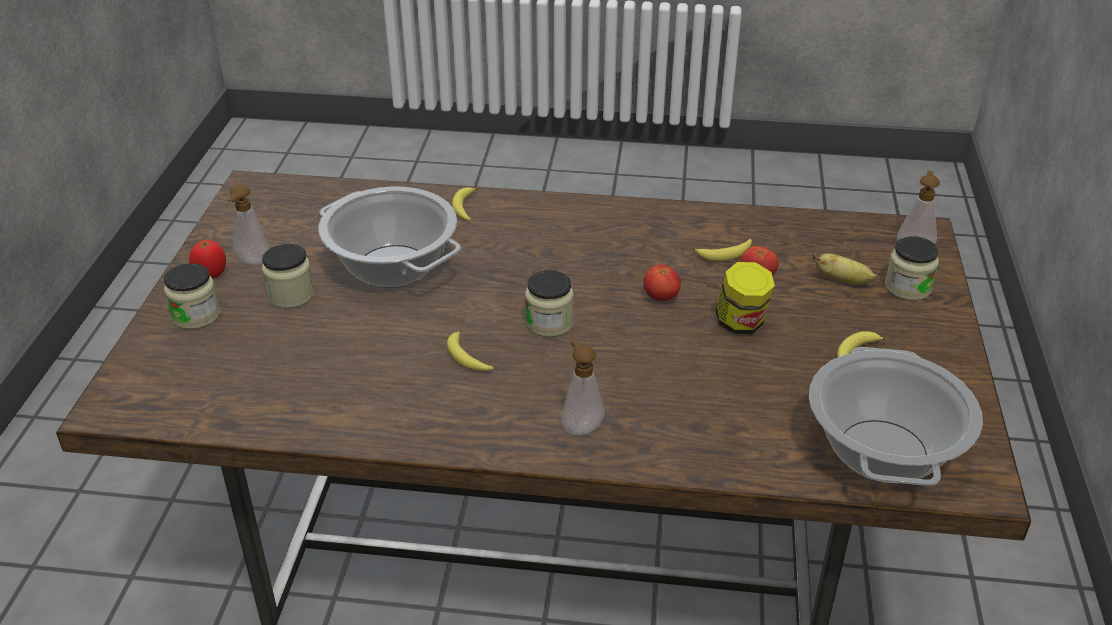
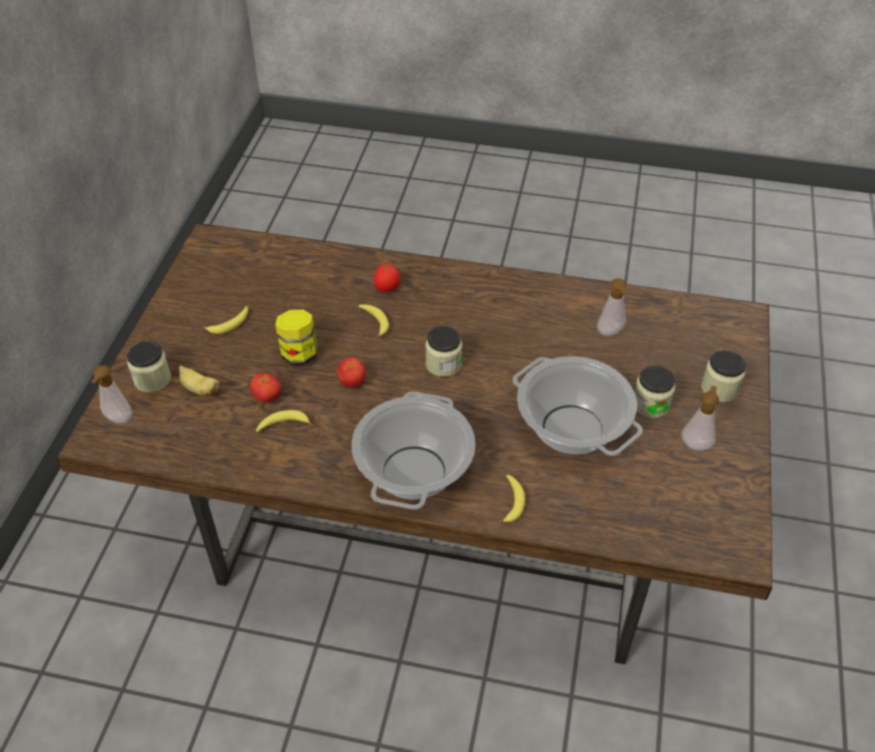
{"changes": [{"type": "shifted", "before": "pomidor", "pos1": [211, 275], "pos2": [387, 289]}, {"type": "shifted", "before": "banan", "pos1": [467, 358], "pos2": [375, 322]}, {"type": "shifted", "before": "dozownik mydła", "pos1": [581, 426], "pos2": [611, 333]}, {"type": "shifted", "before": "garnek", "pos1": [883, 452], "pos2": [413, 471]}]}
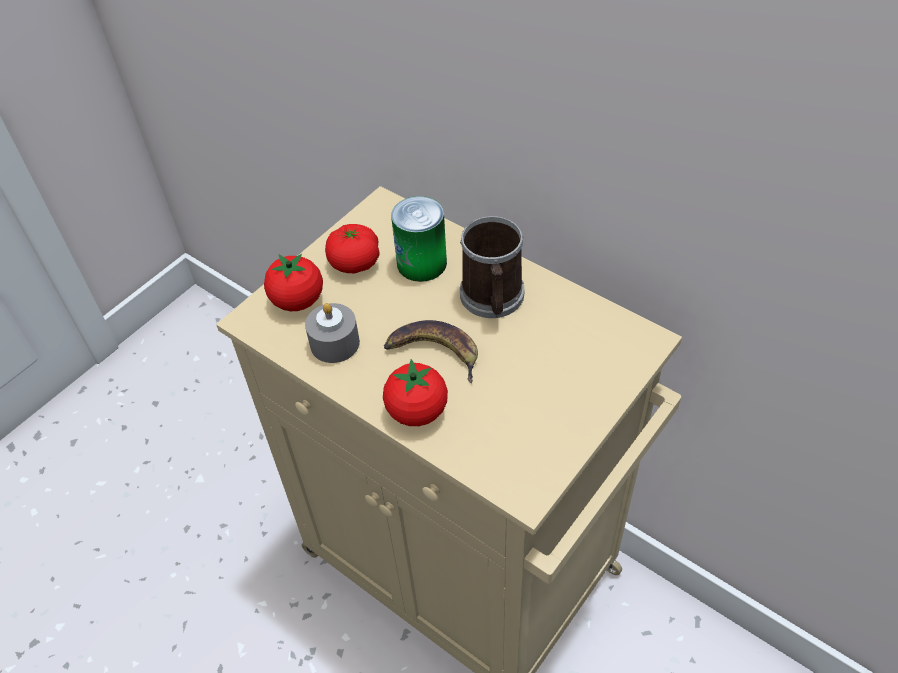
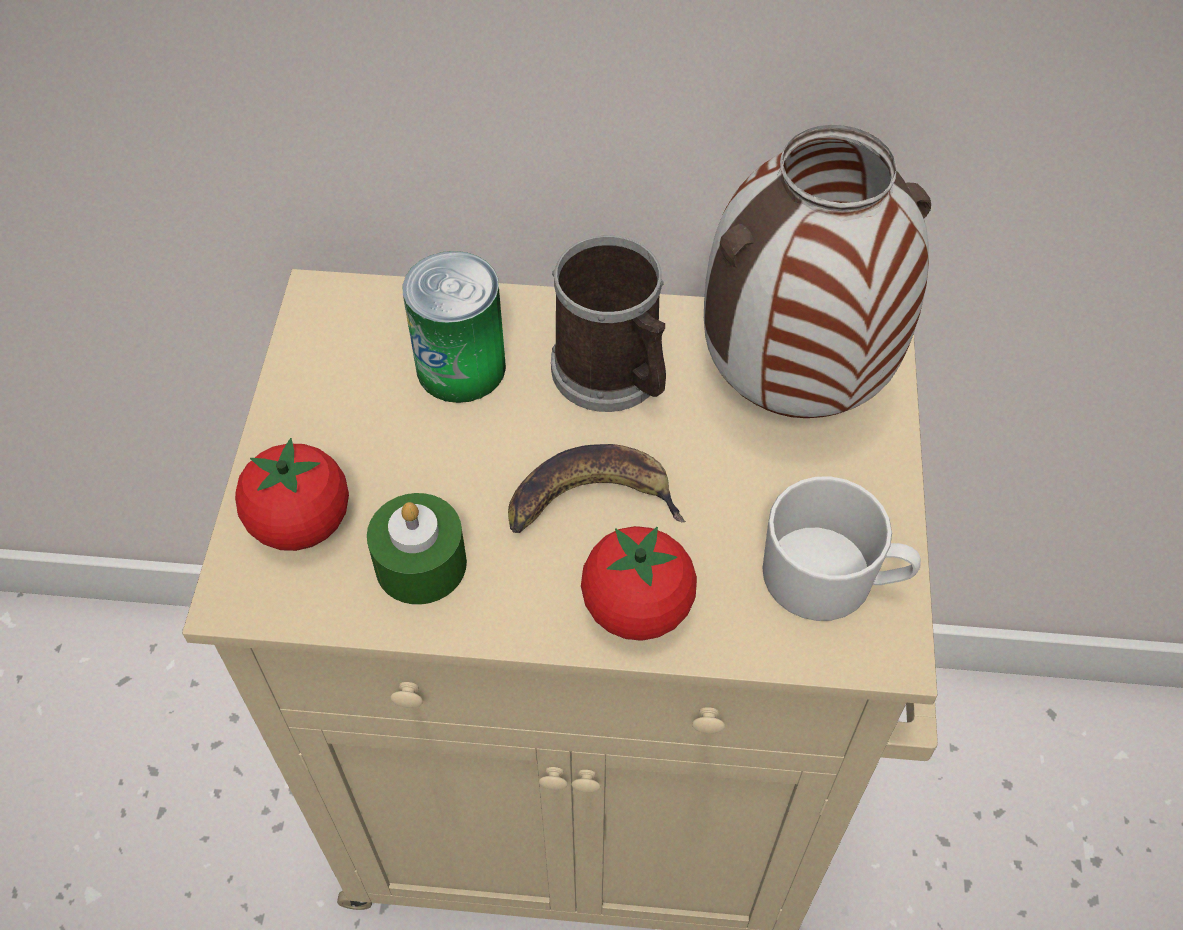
{"changes": [{"type": "gone", "before": "pomidor", "pos1": [355, 262]}, {"type": "new", "after": "wazon", "pos2": [792, 389]}, {"type": "new", "after": "kubek [biały]", "pos2": [832, 578]}, {"type": "repainted", "before": "świeca [szary]", "after": "świeca [zielony]", "pos1": [335, 343], "pos2": [421, 564]}]}
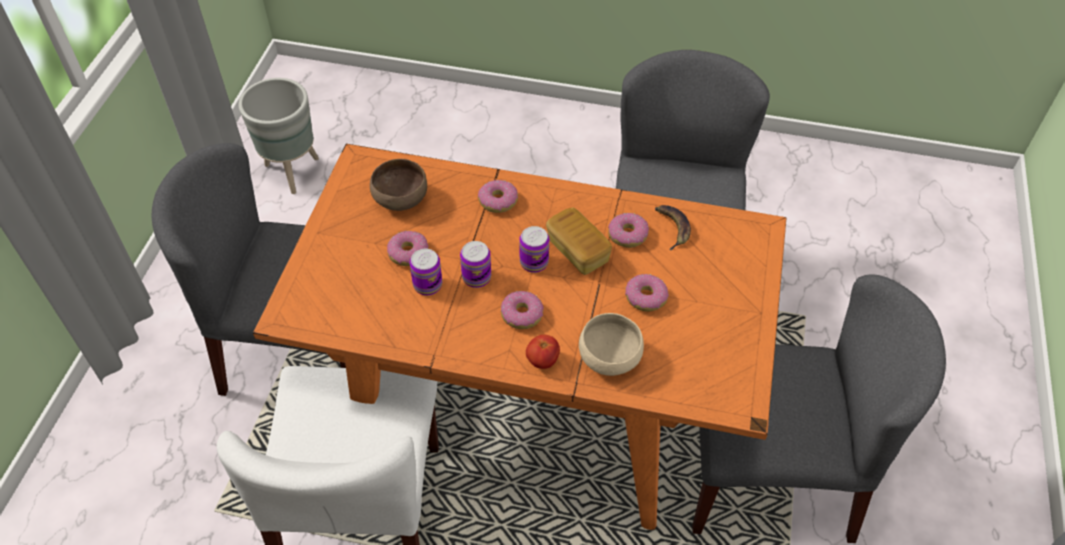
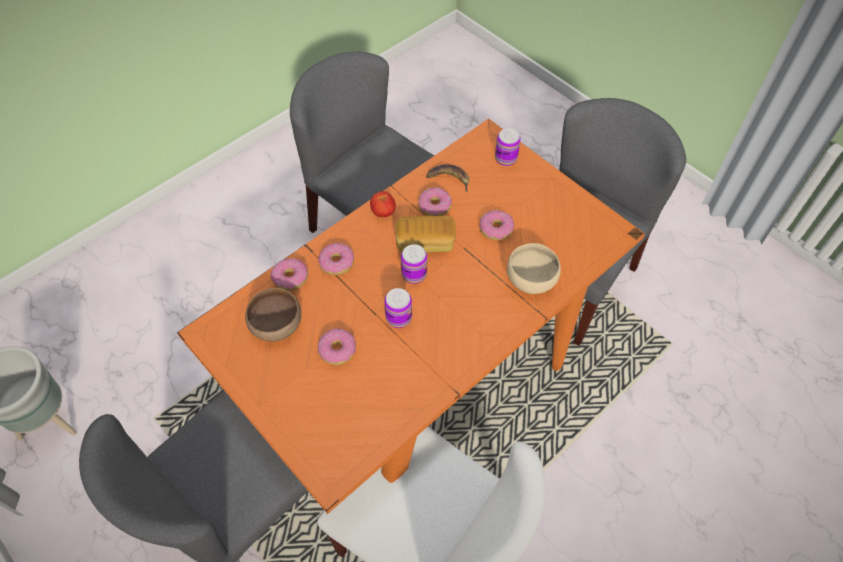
{"changes": [{"type": "shifted", "before": "puszka", "pos1": [427, 285], "pos2": [505, 158]}, {"type": "shifted", "before": "donut", "pos1": [522, 315], "pos2": [290, 278]}, {"type": "shifted", "before": "pomidor", "pos1": [542, 360], "pos2": [383, 212]}]}
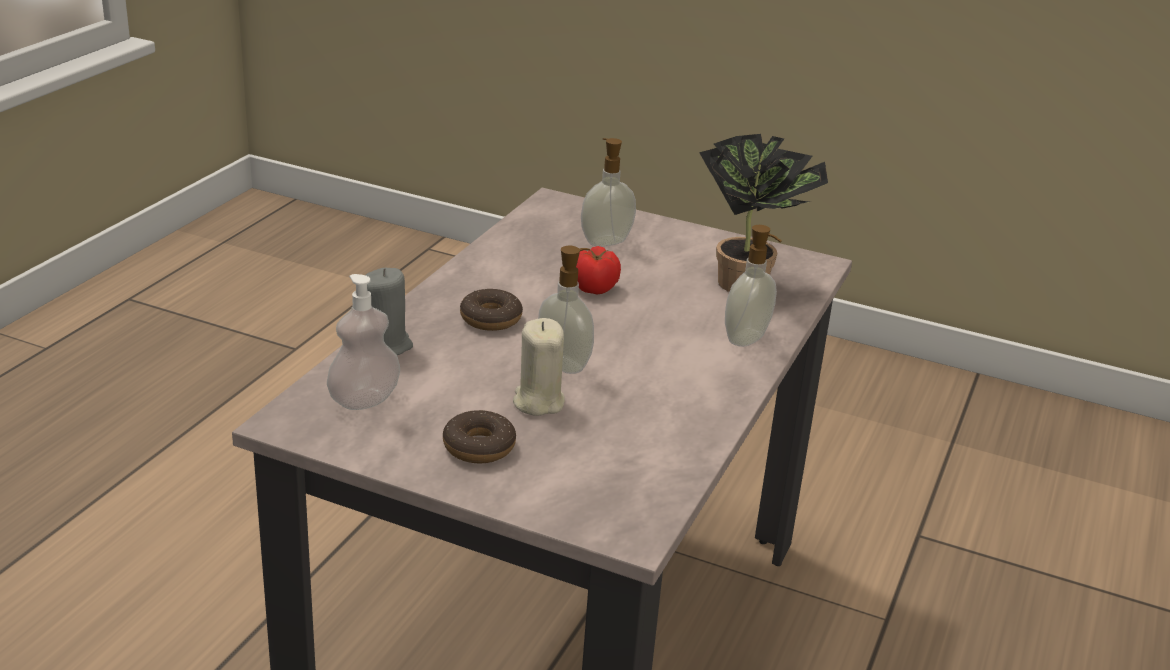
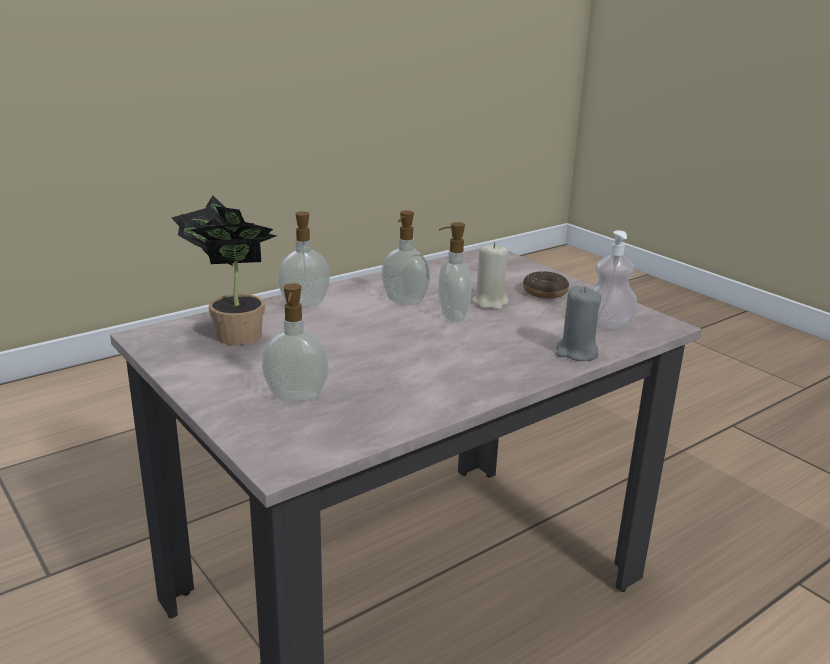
{"changes": [{"type": "gone", "before": "donut", "pos1": [491, 319]}, {"type": "gone", "before": "pomidor", "pos1": [595, 288]}, {"type": "new", "after": "dozownik mydła", "pos2": [404, 302]}]}
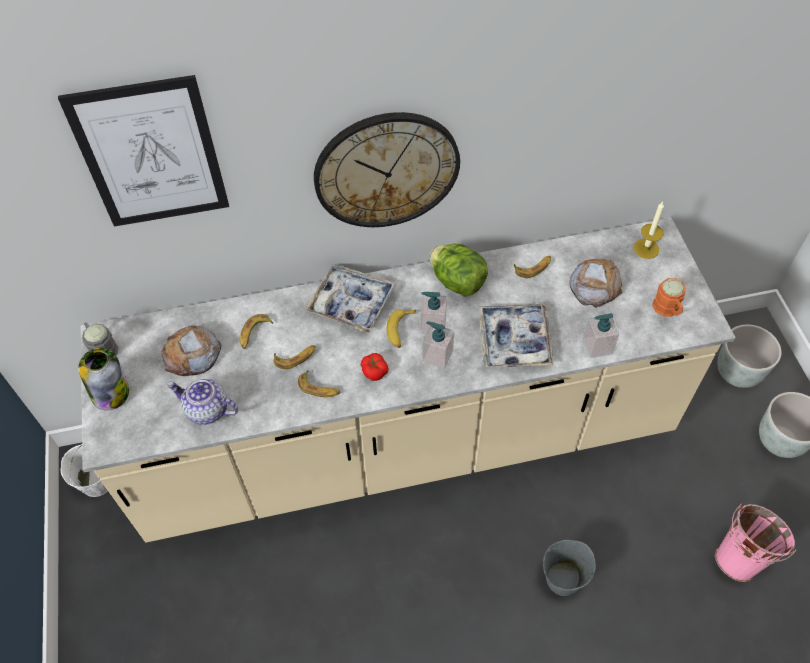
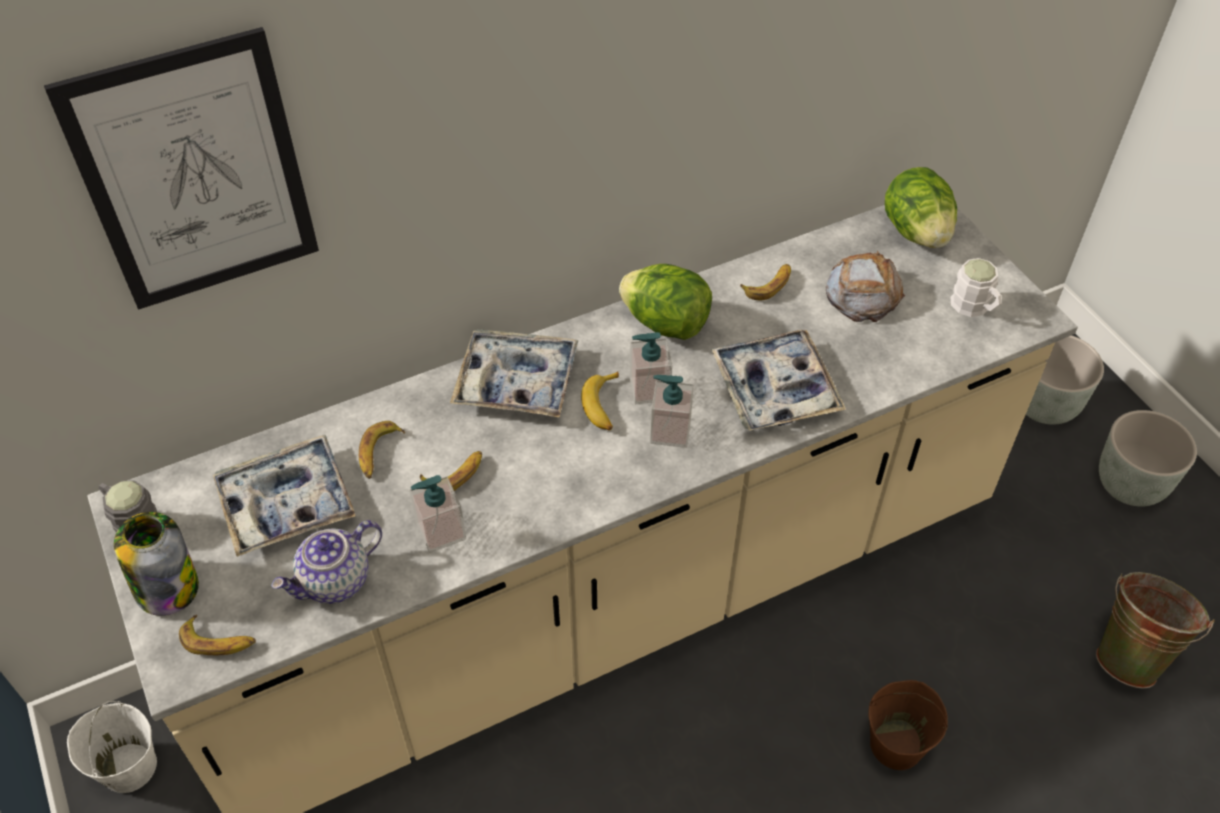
{"changes": [{"type": "gone", "before": "zegar ścienny", "pos1": [386, 170]}, {"type": "gone", "before": "pomidor", "pos1": [374, 371]}, {"type": "shifted", "before": "banan", "pos1": [319, 388], "pos2": [218, 641]}, {"type": "shifted", "before": "dozownik mydła", "pos1": [597, 346], "pos2": [440, 531]}, {"type": "swapped", "before": "chleb", "after": "taca", "pos1": [192, 354], "pos2": [287, 503]}, {"type": "swapped", "before": "świeca", "after": "sałata", "pos1": [646, 248], "pos2": [916, 232]}, {"type": "repainted", "before": "wiadro [szary]", "after": "wiadro [brązowy]", "pos1": [563, 578], "pos2": [896, 744]}, {"type": "repainted", "before": "kubek [pomarańczowy]", "after": "kubek [biały]", "pos1": [667, 310], "pos2": [974, 307]}, {"type": "repainted", "before": "wiadro [różowy]", "after": "wiadro [zielony]", "pos1": [742, 556], "pos2": [1131, 654]}, {"type": "rotated", "before": "imbryk", "pos1": [206, 410], "pos2": [335, 581], "turn": -45}]}
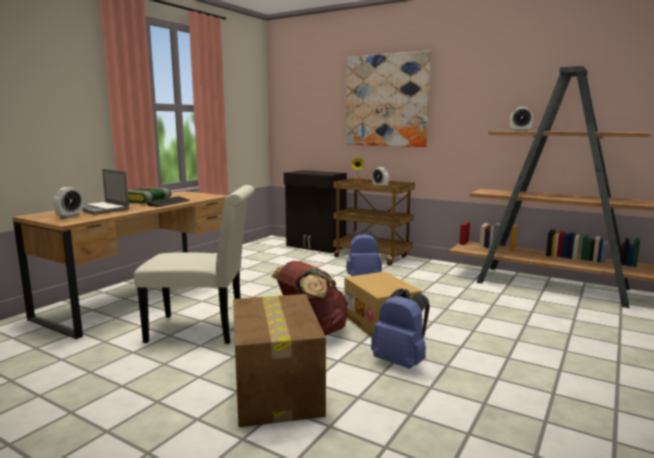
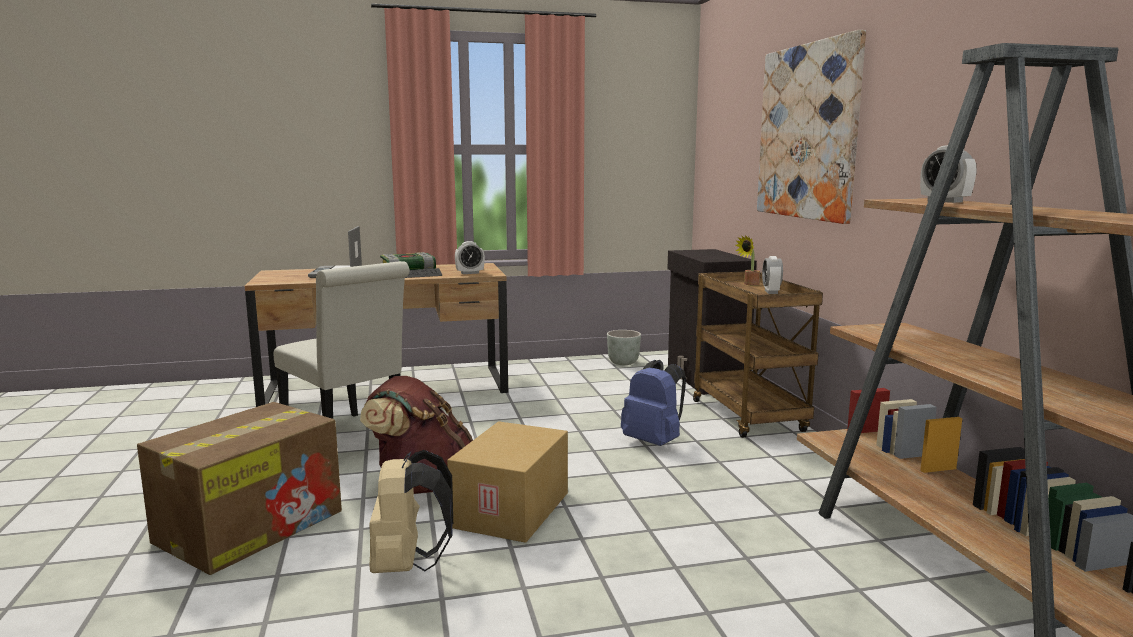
{"changes": [{"type": "new", "after": "donica [szary]", "pos2": [623, 363]}, {"type": "shifted", "before": "budzik", "pos1": [69, 216], "pos2": [470, 273]}, {"type": "repainted", "before": "plecak [niebieski]", "after": "plecak [beżowy]", "pos1": [401, 362], "pos2": [408, 565]}]}
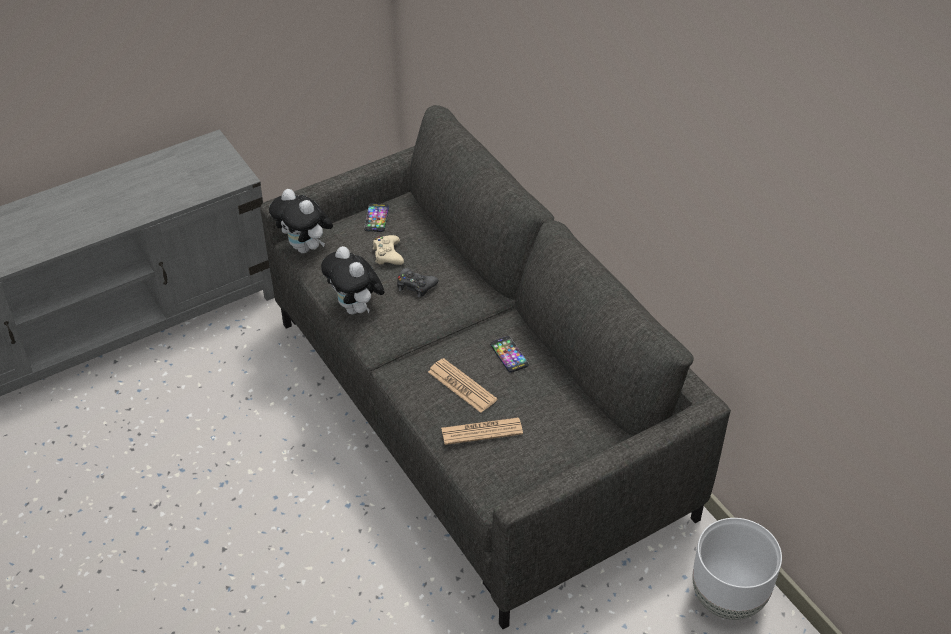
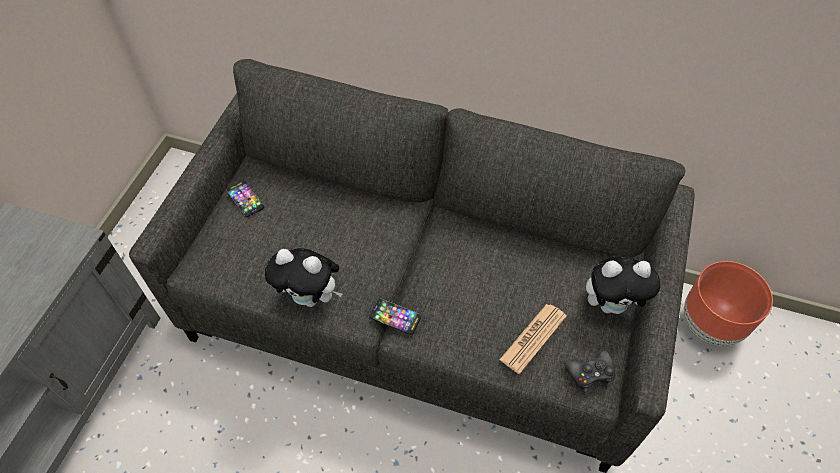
{"changes": [{"type": "gone", "before": "pad do gier [beżowy]", "pos1": [388, 255]}, {"type": "gone", "before": "gazeta", "pos1": [462, 386]}, {"type": "shifted", "before": "pluszak", "pos1": [305, 248], "pos2": [612, 304]}, {"type": "shifted", "before": "pad do gier [czarny]", "pos1": [415, 286], "pos2": [590, 373]}, {"type": "shifted", "before": "telefon", "pos1": [509, 355], "pos2": [395, 317]}, {"type": "repainted", "before": "donica [biały]", "after": "donica [brązowy]", "pos1": [729, 598], "pos2": [710, 325]}]}
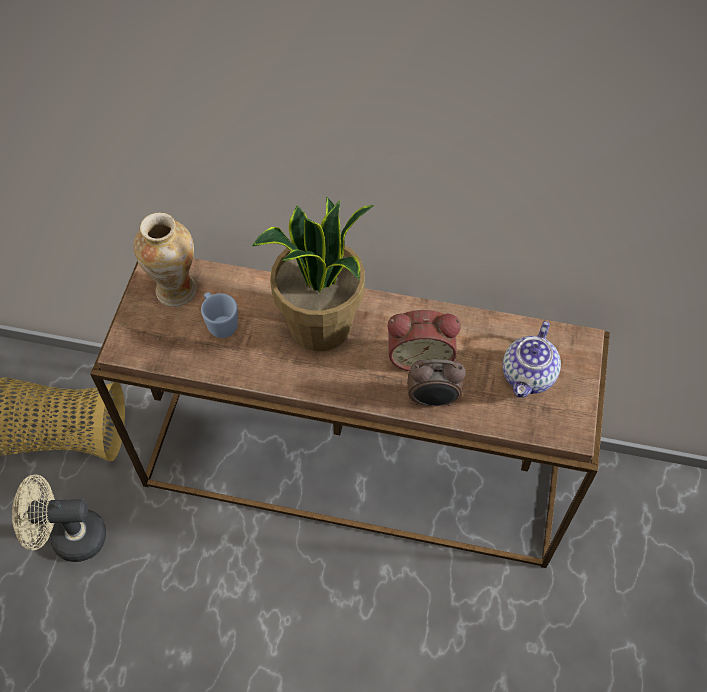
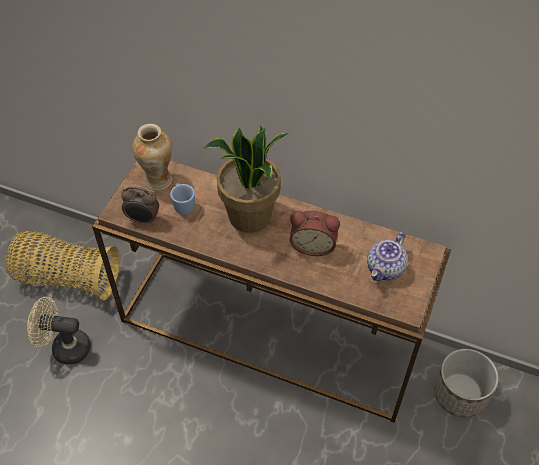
{"changes": [{"type": "new", "after": "donica", "pos2": [460, 394]}, {"type": "shifted", "before": "budzik", "pos1": [433, 400], "pos2": [143, 219]}]}
